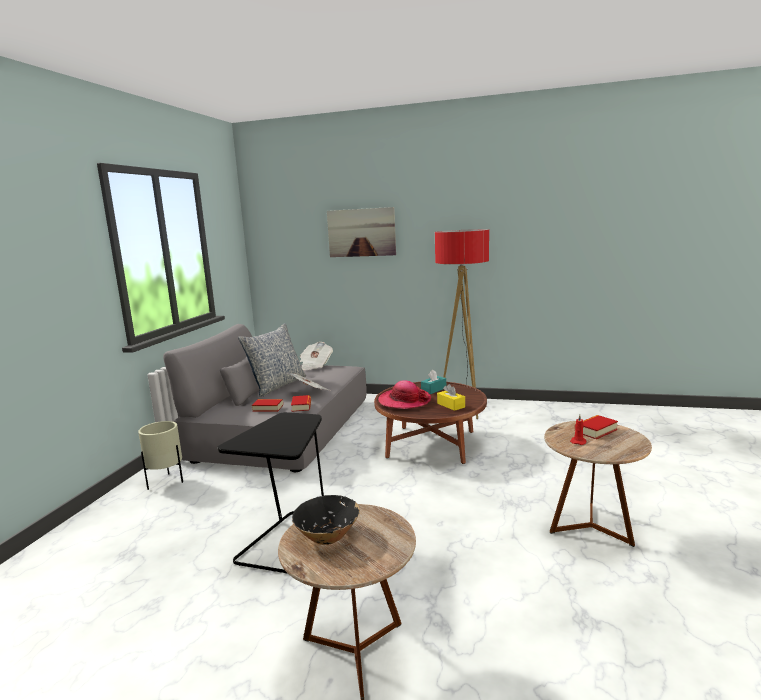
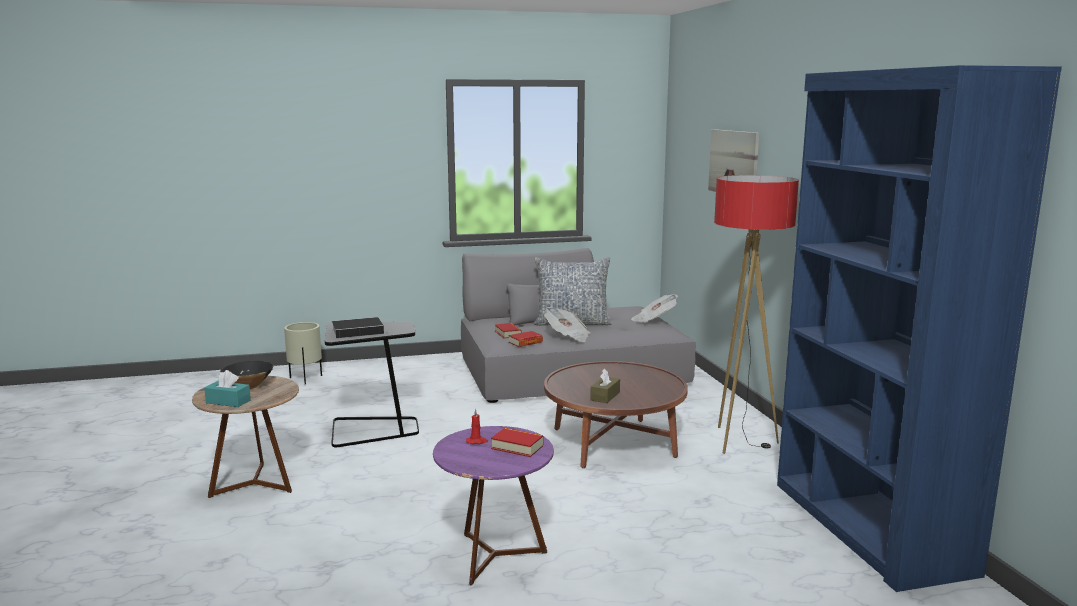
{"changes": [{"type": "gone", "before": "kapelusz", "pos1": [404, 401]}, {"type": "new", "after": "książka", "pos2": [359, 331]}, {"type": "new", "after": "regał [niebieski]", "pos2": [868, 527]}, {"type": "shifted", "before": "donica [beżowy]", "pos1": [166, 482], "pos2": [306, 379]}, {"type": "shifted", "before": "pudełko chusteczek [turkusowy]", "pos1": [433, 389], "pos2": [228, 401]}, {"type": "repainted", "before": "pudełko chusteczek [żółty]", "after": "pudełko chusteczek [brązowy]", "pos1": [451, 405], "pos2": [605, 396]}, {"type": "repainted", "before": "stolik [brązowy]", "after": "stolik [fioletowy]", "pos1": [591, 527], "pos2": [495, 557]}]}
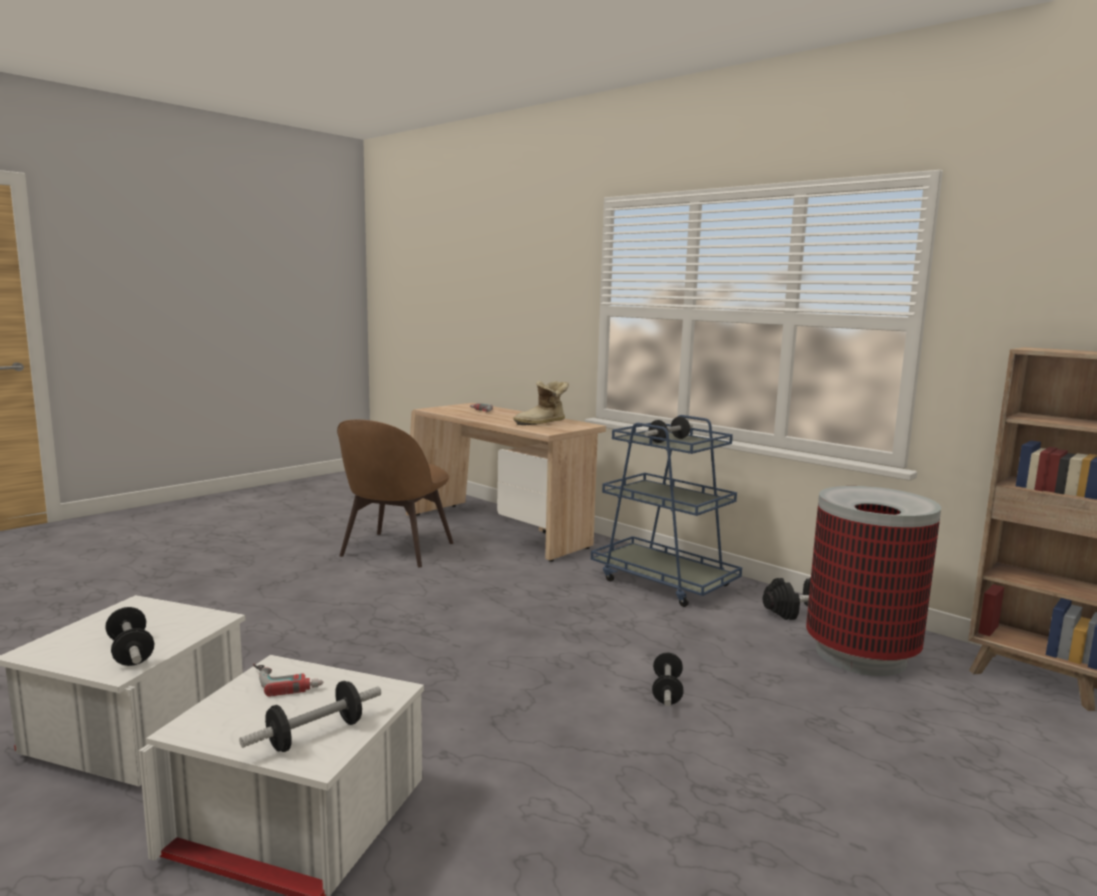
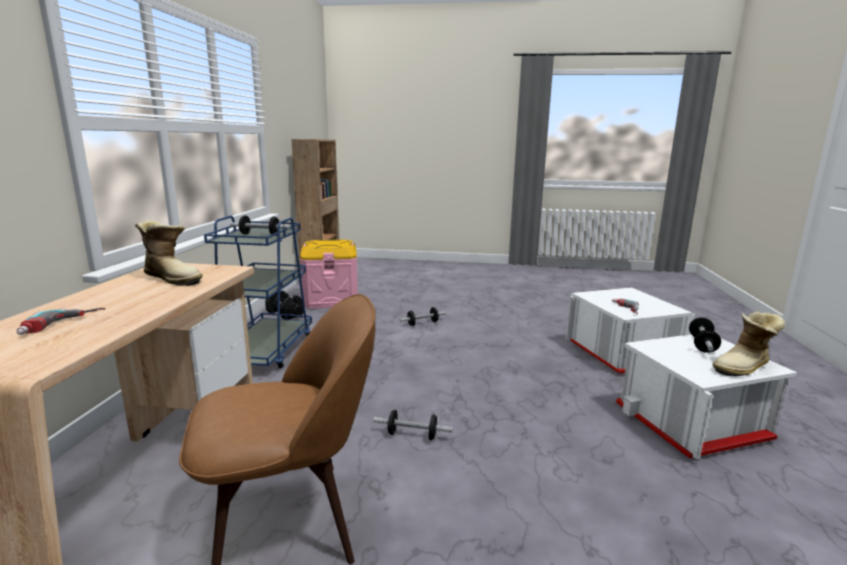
{"changes": [{"type": "new", "after": "but z cholewką", "pos2": [744, 368]}, {"type": "shifted", "before": "hantel", "pos1": [315, 735], "pos2": [412, 435]}, {"type": "swapped", "before": "kosz na śmieci", "after": "pojemnik do przechowywania [różowy]", "pos1": [861, 655], "pos2": [331, 300]}]}
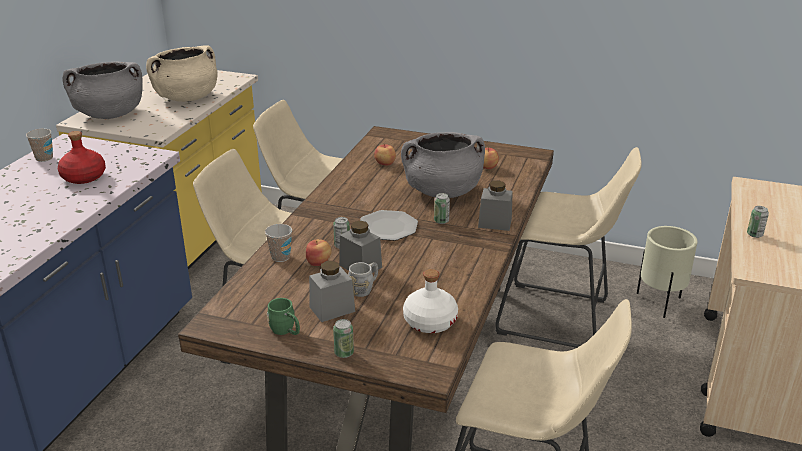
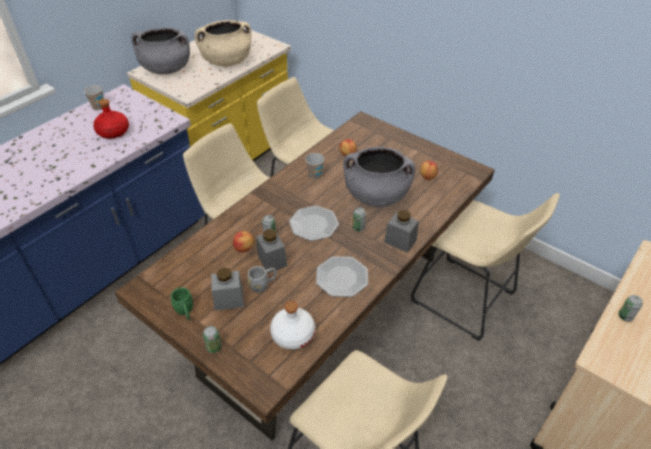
{"changes": [{"type": "gone", "before": "donica [beżowy]", "pos1": [660, 303]}, {"type": "new", "after": "talerz", "pos2": [342, 277]}, {"type": "shifted", "before": "filiżanka", "pos1": [280, 257], "pos2": [315, 175]}]}
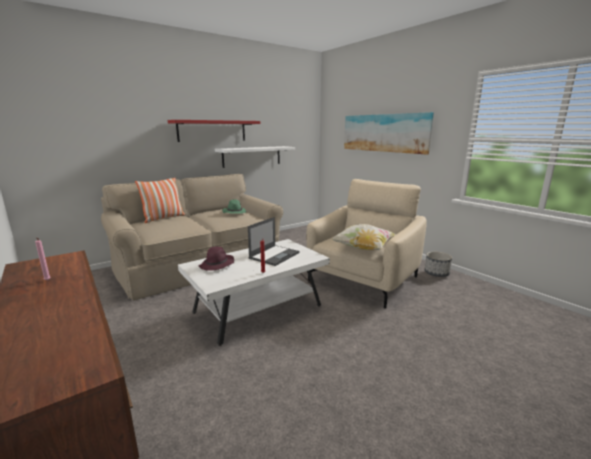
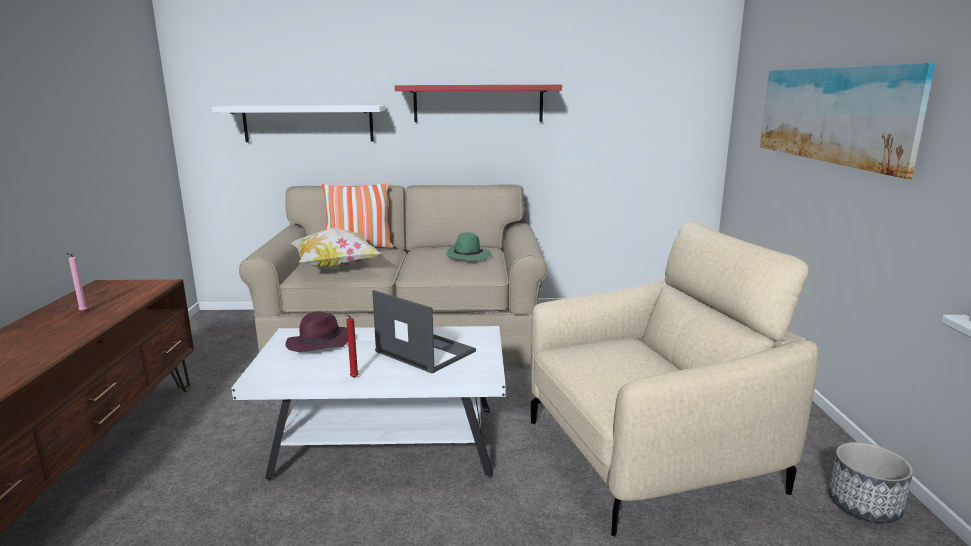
{"changes": [{"type": "shifted", "before": "półka [biały]", "pos1": [252, 156], "pos2": [308, 123]}, {"type": "shifted", "before": "poduszka", "pos1": [363, 249], "pos2": [335, 267]}, {"type": "rotated", "before": "laptop", "pos1": [274, 255], "pos2": [424, 351], "turn": -120}]}
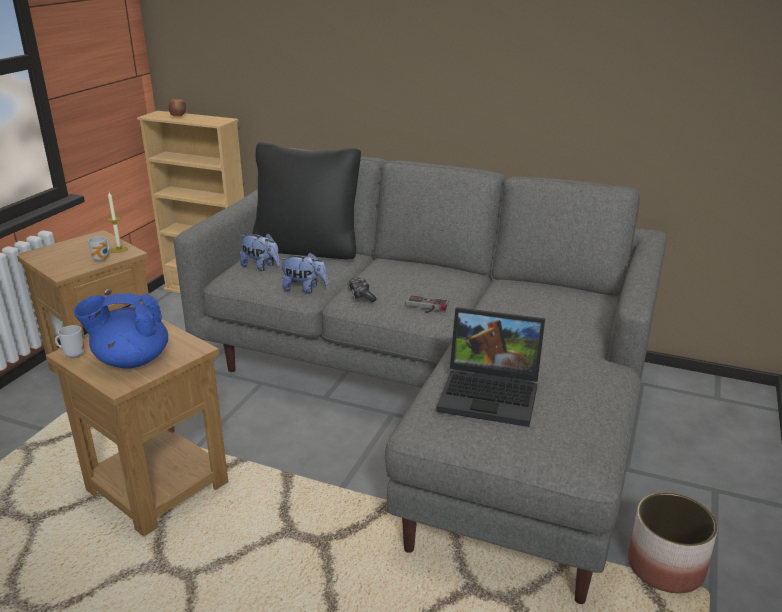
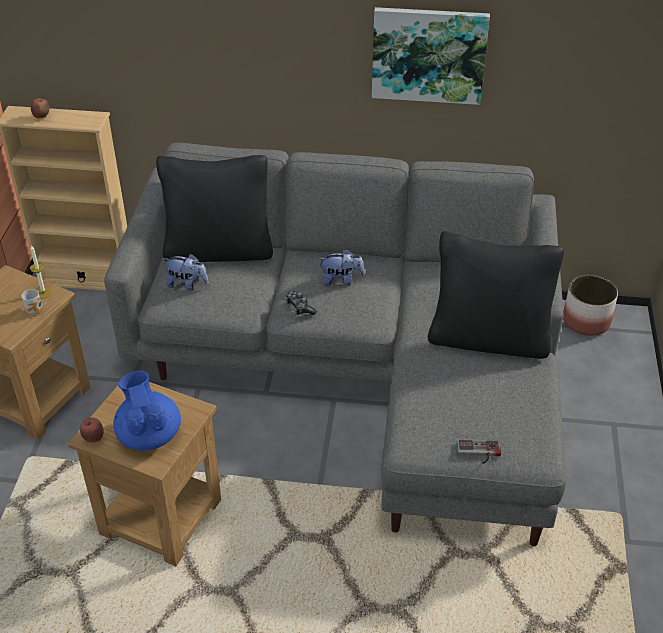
{"changes": [{"type": "gone", "before": "laptop", "pos1": [492, 394]}, {"type": "new", "after": "obraz", "pos2": [429, 54]}, {"type": "new", "after": "poduszka [czarny]", "pos2": [488, 339]}, {"type": "shifted", "before": "pluszak", "pos1": [304, 288], "pos2": [341, 280]}, {"type": "shifted", "before": "pad do gier", "pos1": [425, 306], "pos2": [478, 453]}, {"type": "shifted", "before": "donica", "pos1": [666, 566], "pos2": [586, 321]}, {"type": "swapped", "before": "kubek", "after": "jabłko", "pos1": [74, 354], "pos2": [93, 438]}, {"type": "rotated", "before": "imbryk [niebieski]", "pos1": [131, 360], "pos2": [149, 435], "turn": 90}]}
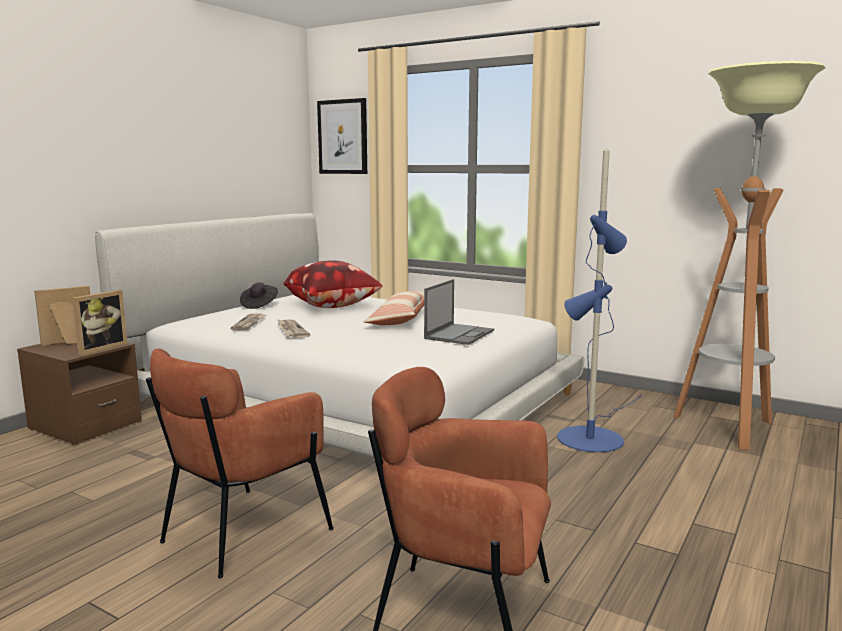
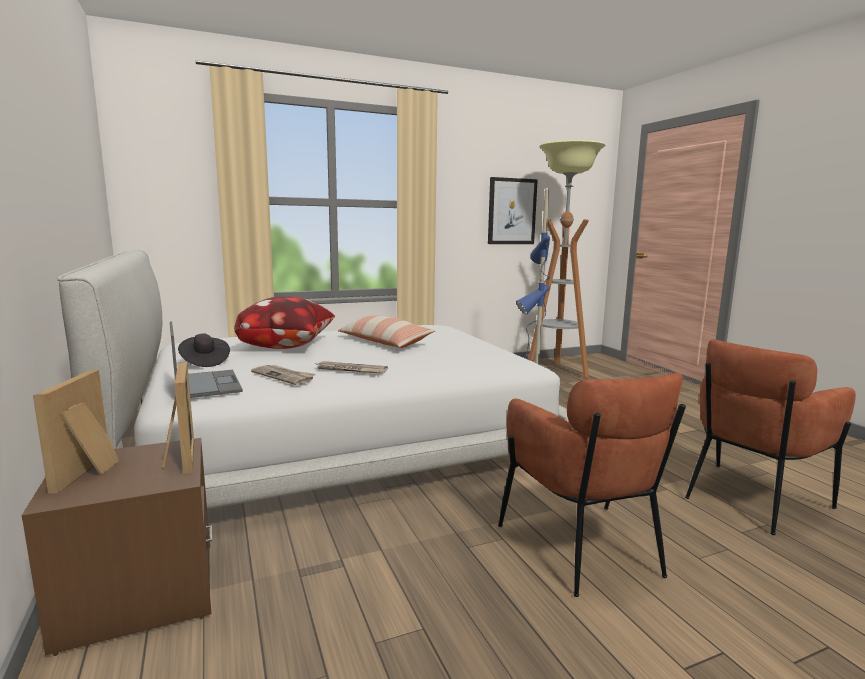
{"changes": [{"type": "shifted", "before": "obraz", "pos1": [343, 137], "pos2": [511, 211]}, {"type": "shifted", "before": "laptop", "pos1": [459, 334], "pos2": [206, 384]}]}
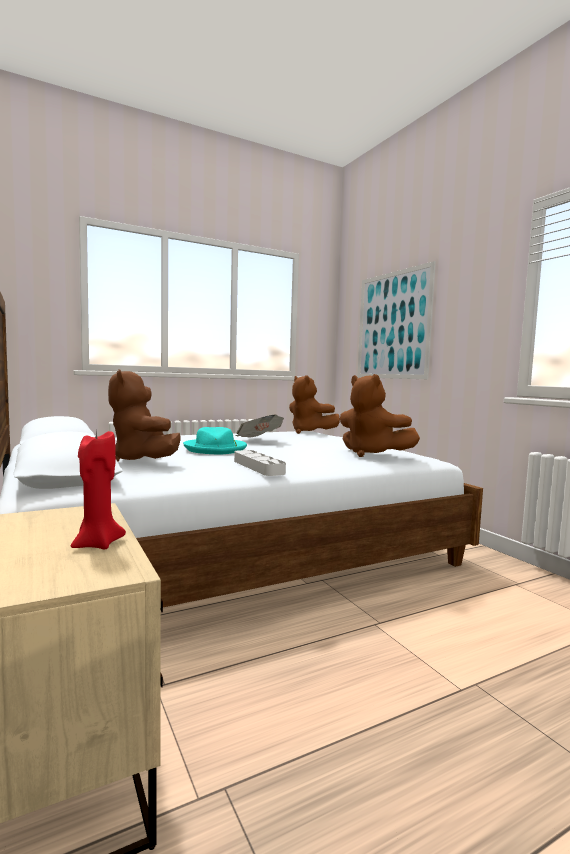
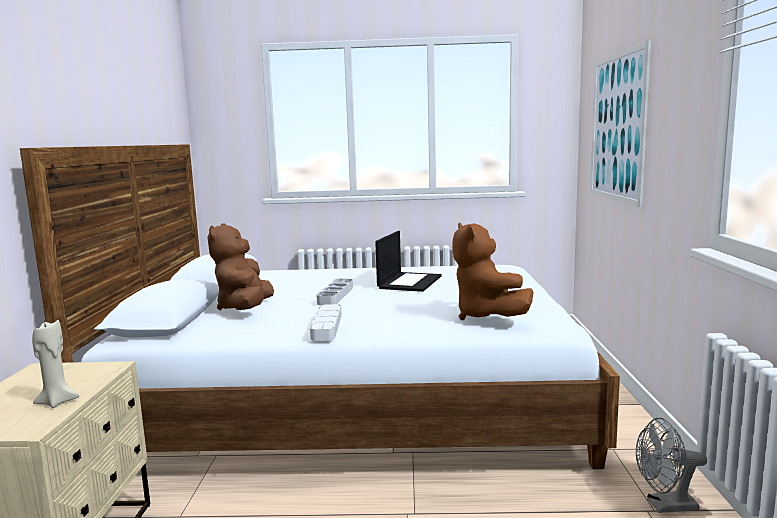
{"changes": [{"type": "gone", "before": "pluszak [brązowy]", "pos1": [309, 432]}, {"type": "new", "after": "wentylator [szary]", "pos2": [665, 506]}, {"type": "swapped", "before": "kapelusz [turkusowy]", "after": "taca [szary]", "pos1": [215, 449], "pos2": [335, 295]}, {"type": "swapped", "before": "gazeta", "after": "laptop", "pos1": [259, 440], "pos2": [409, 282]}, {"type": "repainted", "before": "świeca [czerwony]", "after": "świeca [beżowy]", "pos1": [97, 544], "pos2": [57, 402]}]}
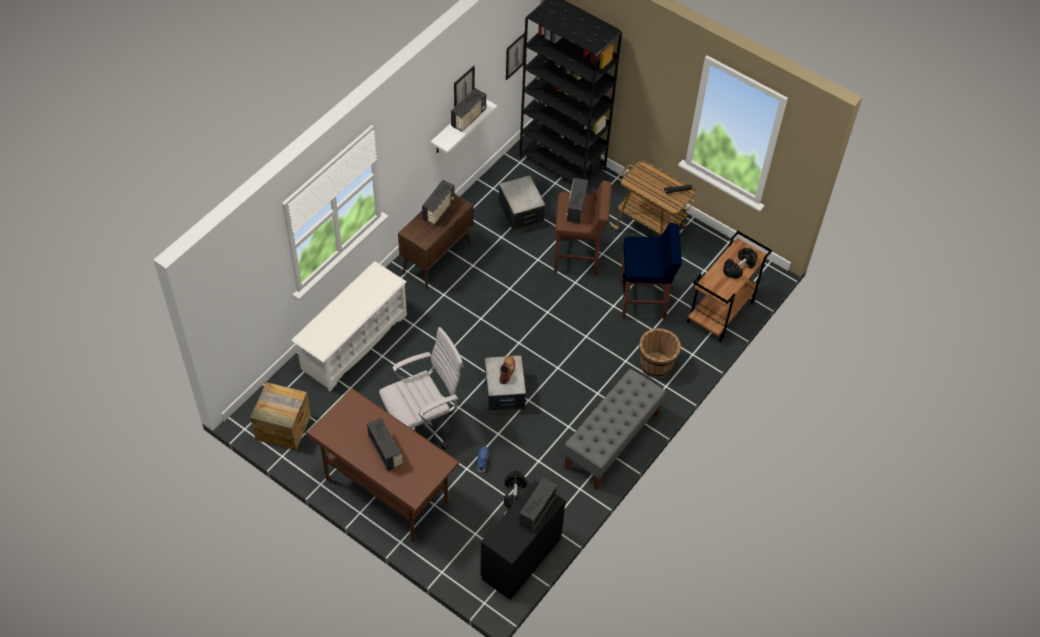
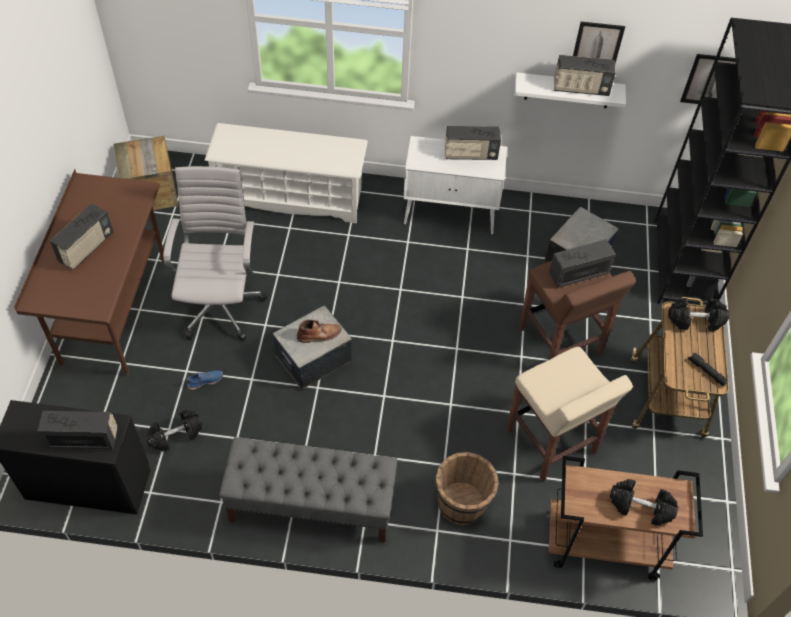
{"changes": [{"type": "new", "after": "hantel [czarny]", "pos2": [695, 320]}, {"type": "repainted", "before": "szafka [brązowy]", "after": "szafka [biały]", "pos1": [437, 259], "pos2": [451, 214]}, {"type": "repainted", "before": "stołek [niebieski]", "after": "stołek [beżowy]", "pos1": [644, 300], "pos2": [552, 443]}, {"type": "rotated", "before": "krzesło biurowe [biały]", "pos1": [423, 425], "pos2": [221, 304], "turn": -120}]}
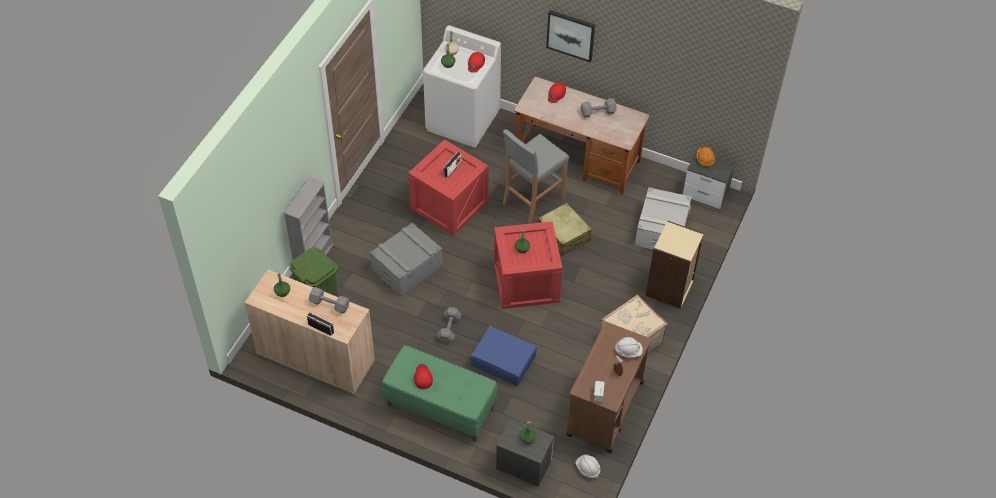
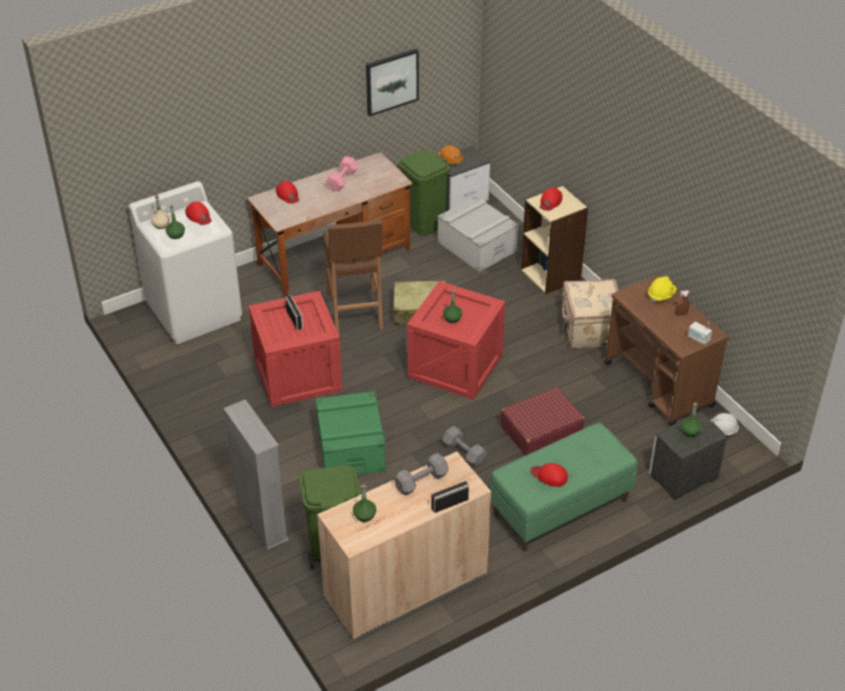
{"changes": [{"type": "new", "after": "kosz na śmieci [zielony]", "pos2": [424, 223]}, {"type": "new", "after": "czapka z daszkiem [czerwony]", "pos2": [550, 201]}, {"type": "shifted", "before": "obraz", "pos1": [571, 35], "pos2": [391, 81]}, {"type": "repainted", "before": "pojemnik do przechowywania [szary]", "after": "pojemnik do przechowywania [zielony]", "pos1": [407, 268], "pos2": [351, 447]}, {"type": "repainted", "before": "walizka [niebieski]", "after": "walizka [czerwony]", "pos1": [503, 360], "pos2": [540, 430]}, {"type": "repainted", "before": "stołek [szary]", "after": "stołek [brązowy]", "pos1": [532, 200], "pos2": [355, 312]}, {"type": "repainted", "before": "hantel [szary]", "after": "hantel [różowy]", "pos1": [597, 112], "pos2": [341, 180]}, {"type": "repainted", "before": "kask [biały]", "after": "kask [żółty]", "pos1": [628, 351], "pos2": [661, 295]}]}
